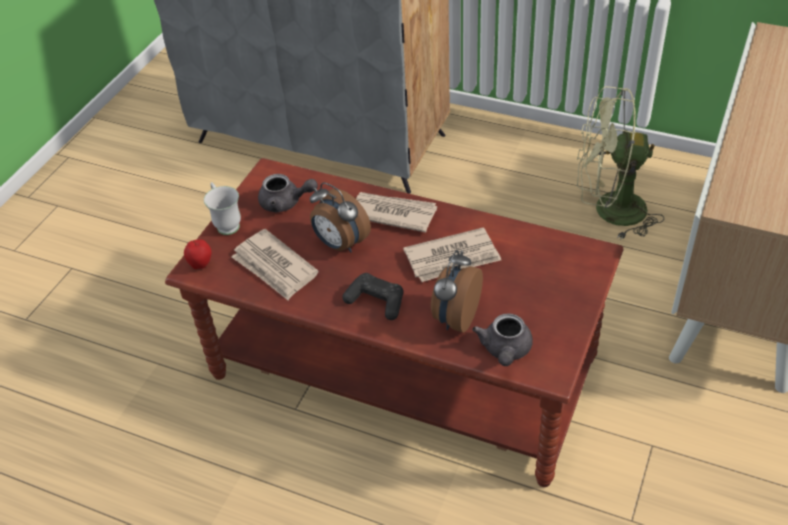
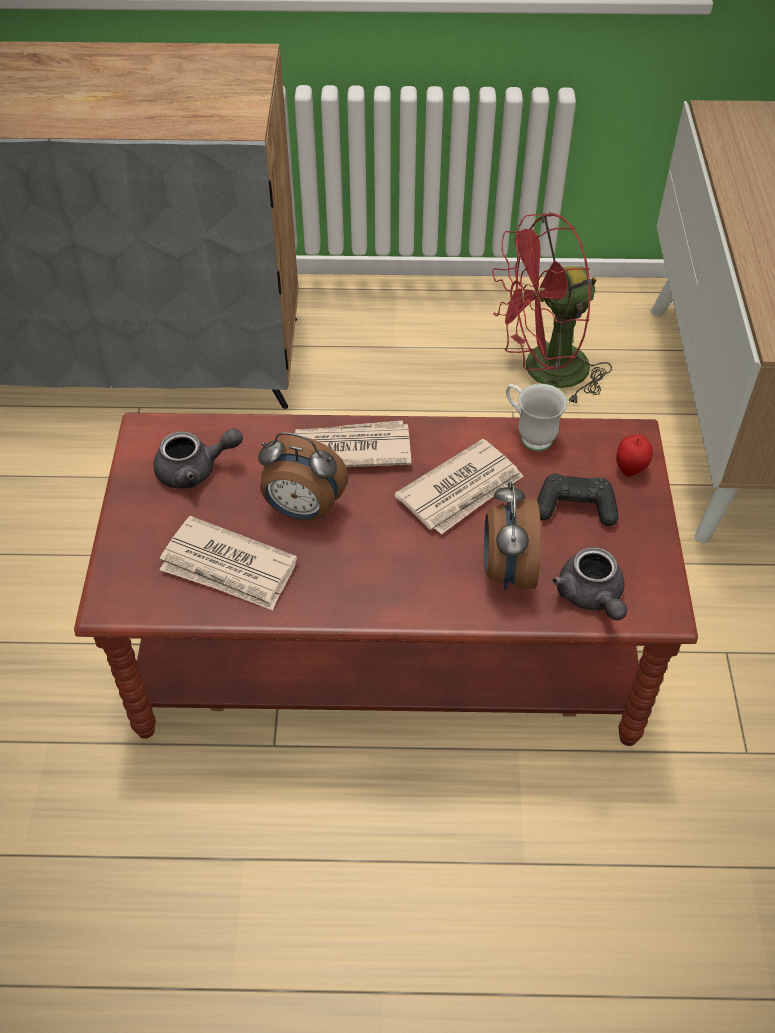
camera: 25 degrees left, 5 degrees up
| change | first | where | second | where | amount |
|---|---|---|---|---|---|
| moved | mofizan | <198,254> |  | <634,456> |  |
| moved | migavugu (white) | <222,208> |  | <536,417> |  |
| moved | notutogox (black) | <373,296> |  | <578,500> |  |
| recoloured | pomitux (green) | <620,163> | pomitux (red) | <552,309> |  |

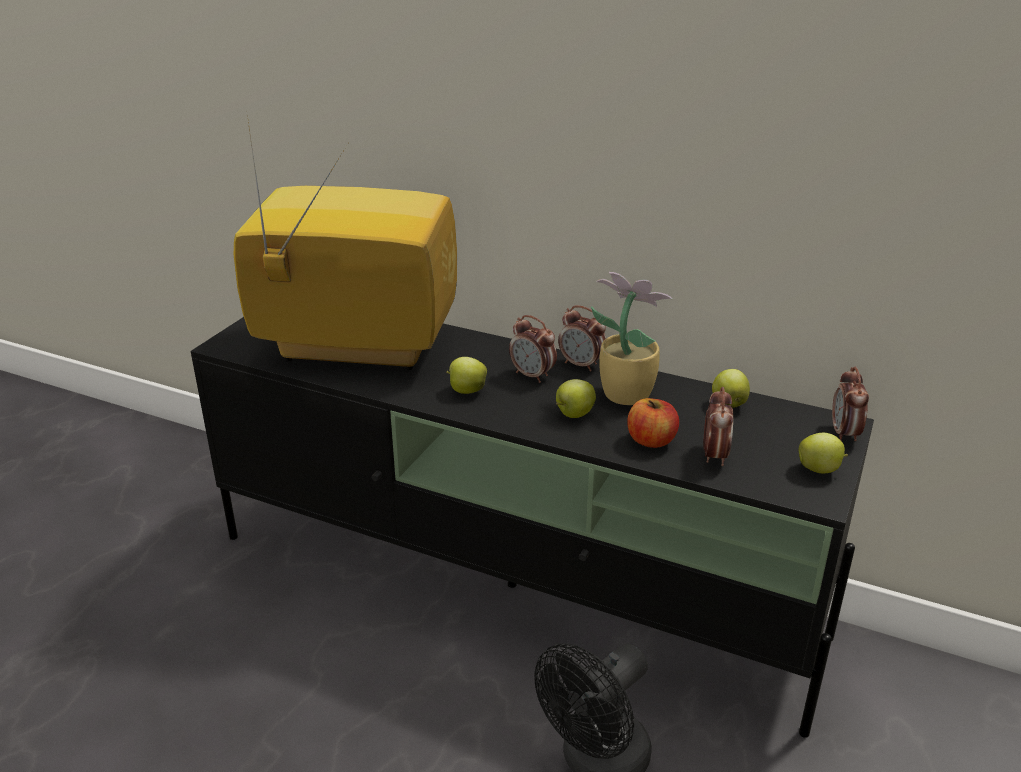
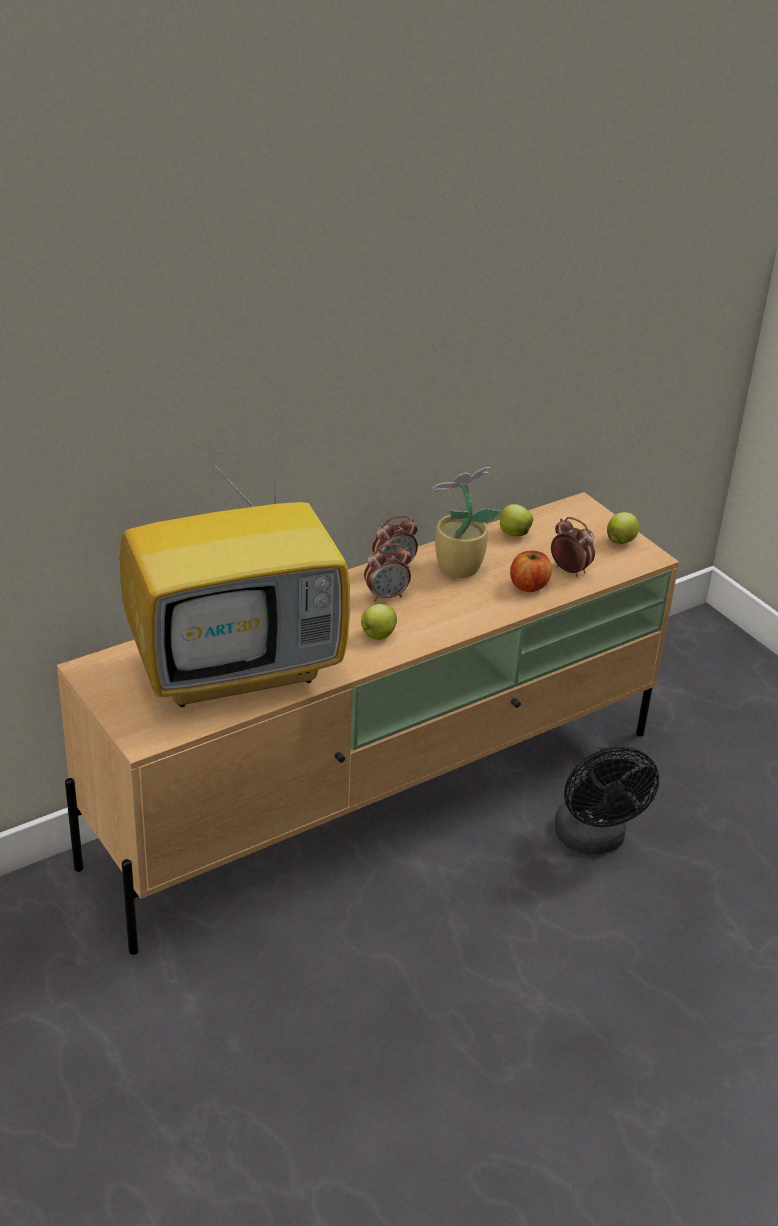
camera: 60 degrees left, 5 degrees up
| change | first | where | second | where | amount |
|---|---|---|---|---|---|
| recoloured | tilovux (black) | <532,527> | tilovux (beige) | <368,723> |  |
| turned | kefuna | <345,242> |  | <235,563> | 150 degrees counterclockwise |
| removed | mofizan | <576,398> |  |  |  |
| removed | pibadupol | <850,404> |  |  |  |

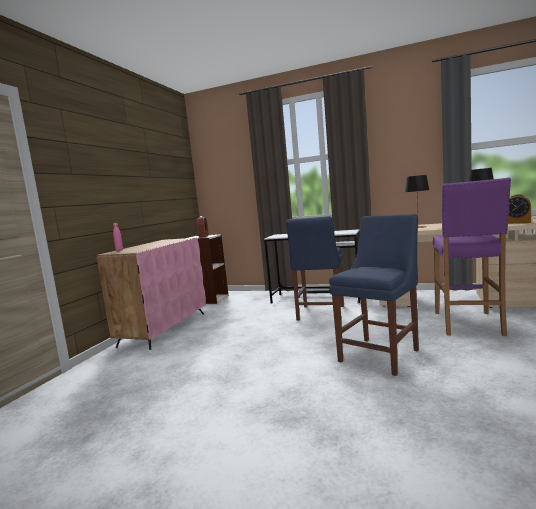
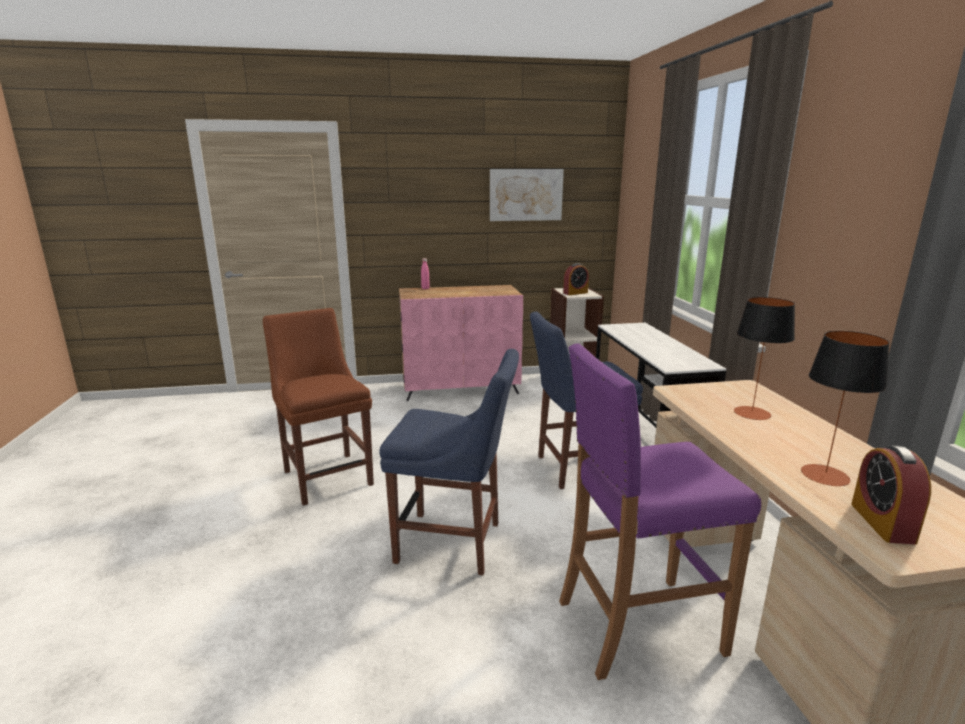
camera: 60 degrees right, 10 degrees up
| change | first | where | second | where | amount |
|---|---|---|---|---|---|
| added |  |  | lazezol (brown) | <318,407> |  |
| added |  |  | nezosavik | <527,195> |  |

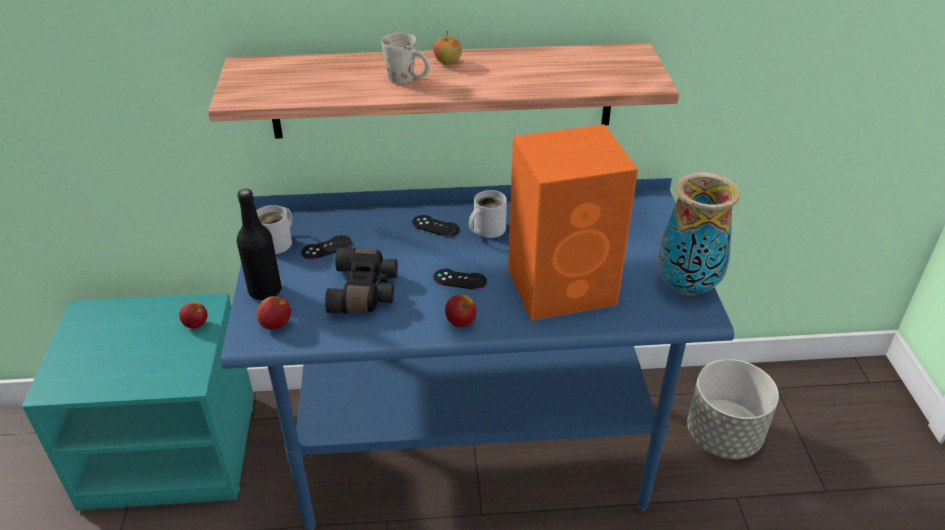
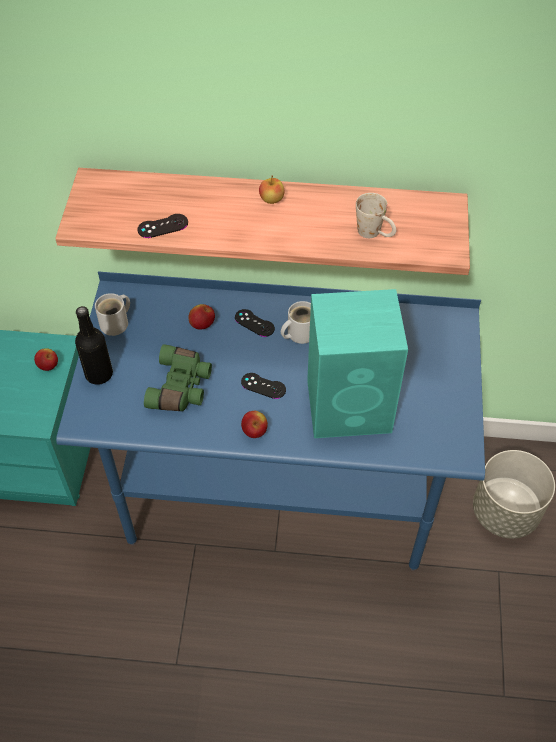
camera: 10 degrees right, 15 degrees up
| change | first | where | second | where | amount |
|---|---|---|---|---|---|
| moved | mofizan | <274,313> |  | <201,317> |  |
| moved | notutogox (black) | <326,247> |  | <162,226> |  |
| recoloured | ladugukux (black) | <361,281> | ladugukux (green) | <178,377> |  |
| moved | migavugu (white) | <405,58> |  | <376,215> |  |
| recoloured | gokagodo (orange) | <573,222> | gokagodo (turquoise) | <357,363> |  |
| removed | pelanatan | <698,234> |  |  |  |

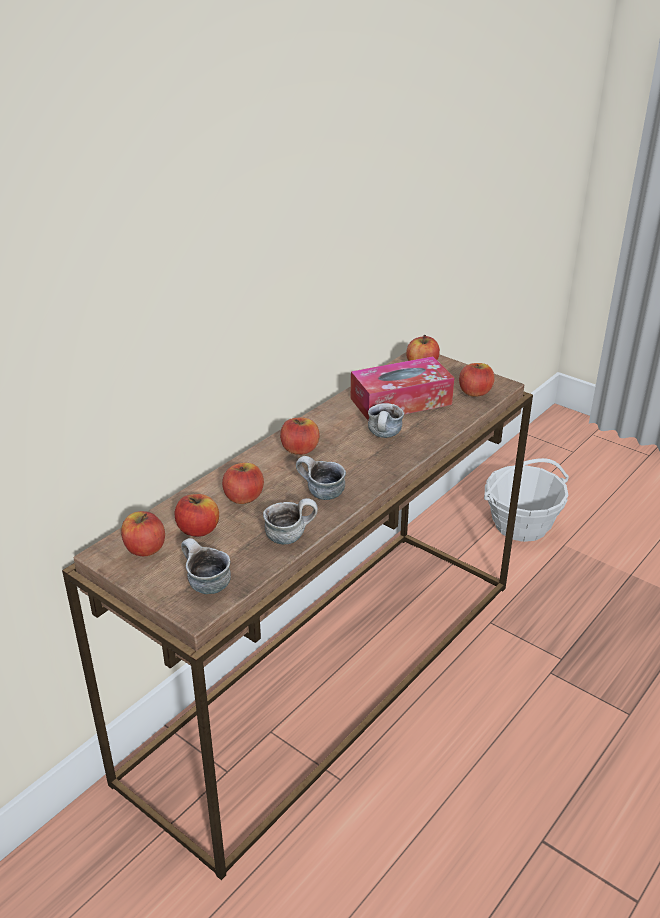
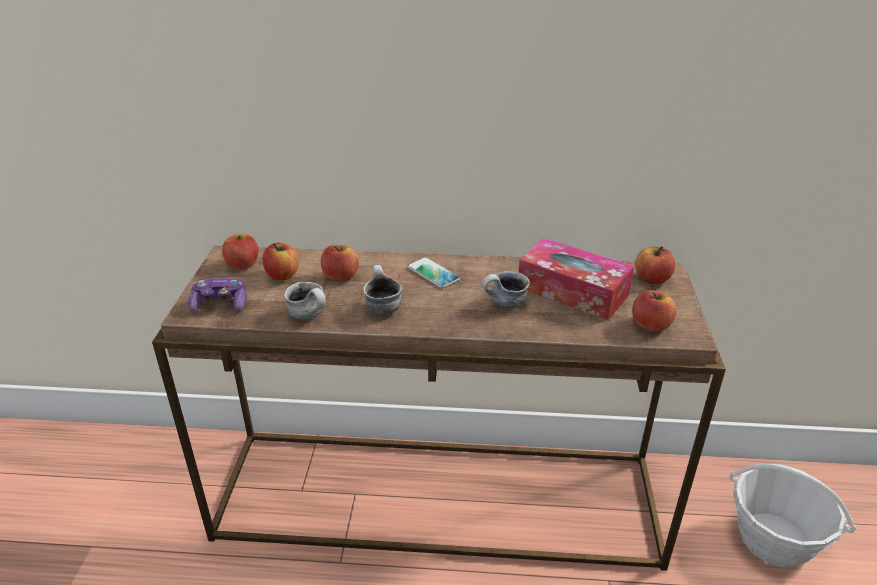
camera: 55 degrees right, 0 degrees up
| change | first | where | second | where | amount |
|---|---|---|---|---|---|
| replaced | migavugu | <206,566> | notutogox | <217,295> |  |
| replaced | mofizan | <299,436> | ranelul | <433,272> |  |

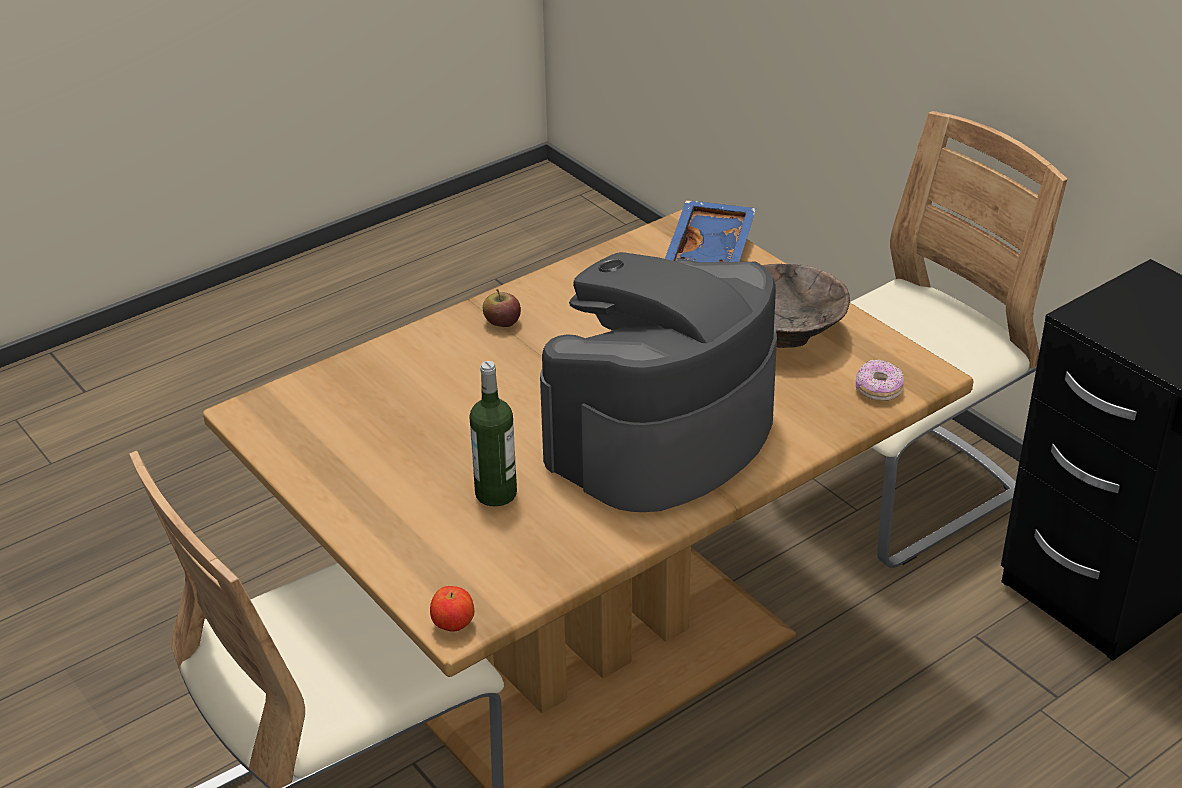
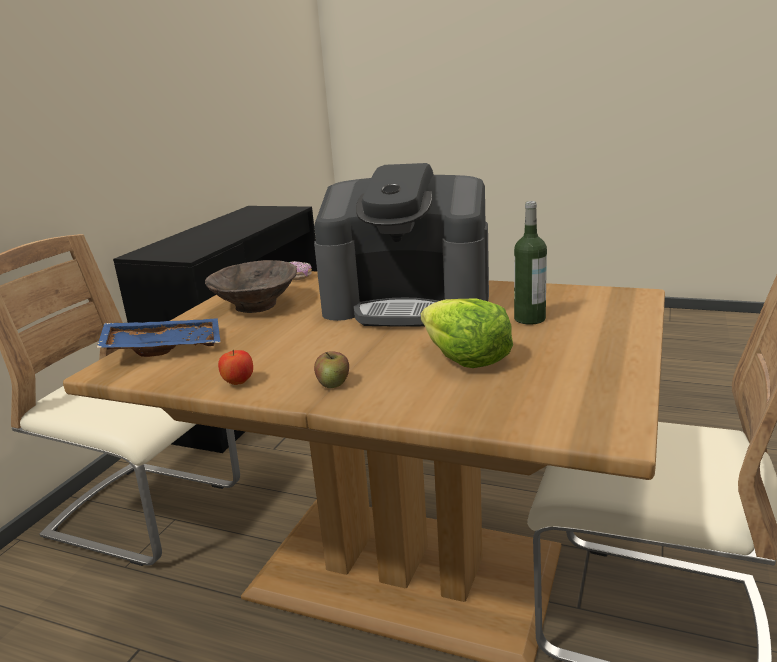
camera: 120 degrees left, 15 degrees down
| change | first | where | second | where | amount |
|---|---|---|---|---|---|
| moved | mofizan | <452,609> |  | <235,367> |  |
| added |  |  | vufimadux | <467,333> |  |

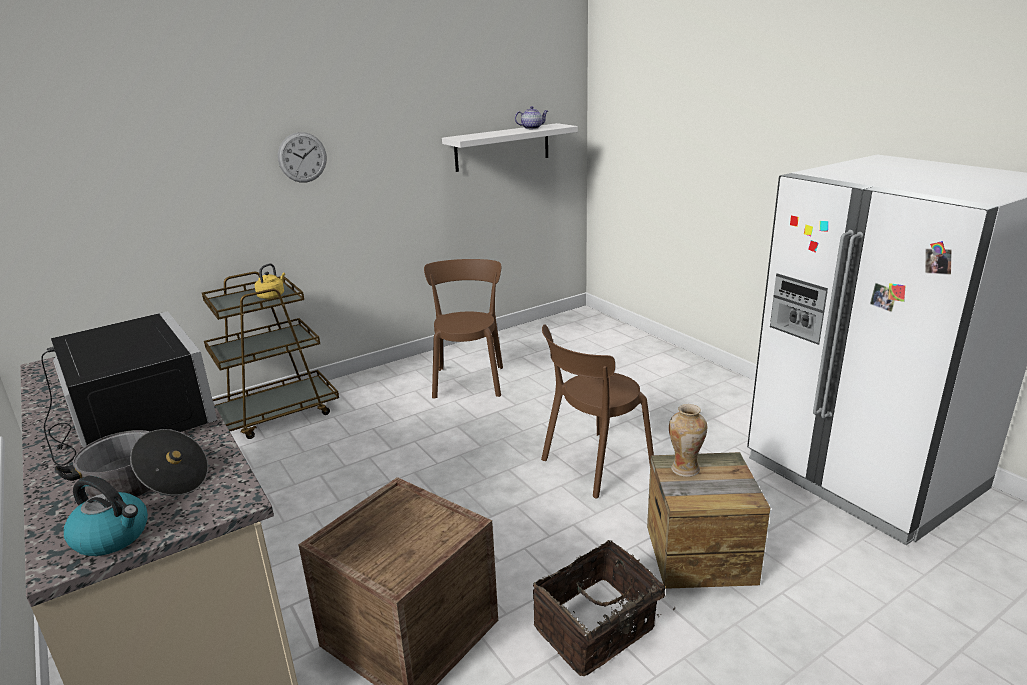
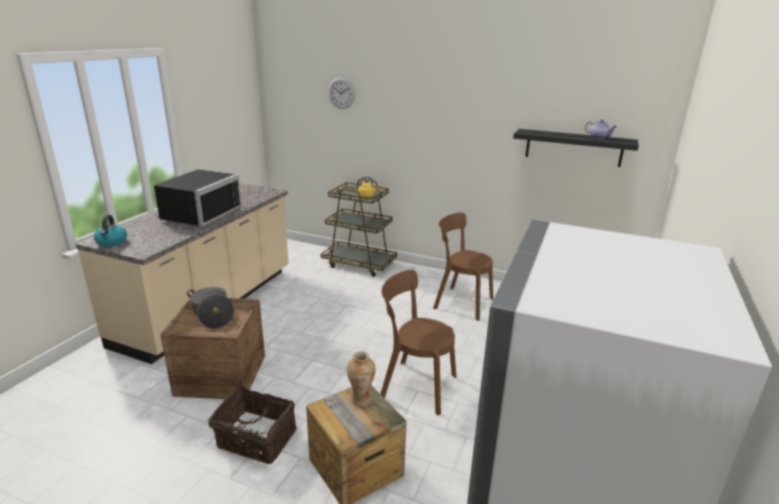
camera: 55 degrees right, 0 degrees up
| change | first | where | second | where | amount |
|---|---|---|---|---|---|
| moved | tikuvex | <131,463> |  | <210,308> |  |
| moved | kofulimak | <302,157> |  | <341,93> |  |
| turned | lazezol (brown) | <463,329> |  | <463,266> | 120 degrees counterclockwise |
| recoloured | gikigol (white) | <510,147> | gikigol (black) | <576,148> |  |

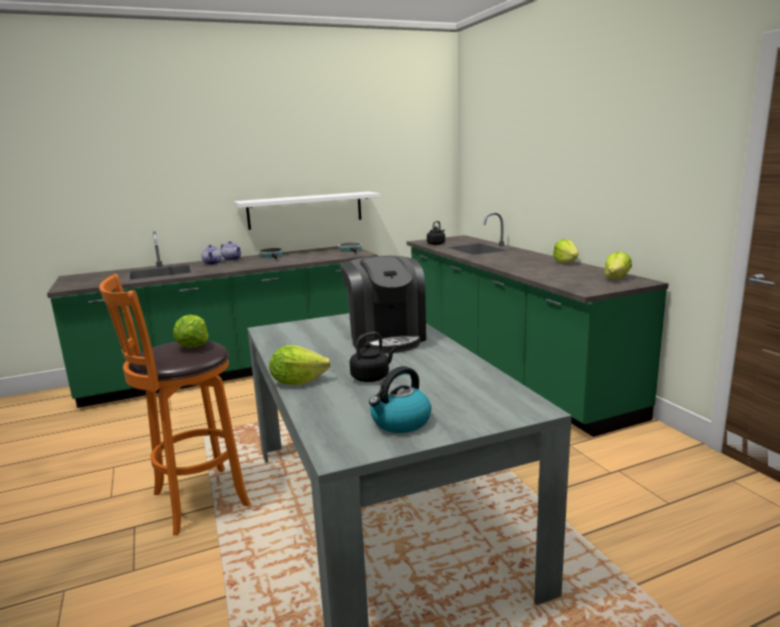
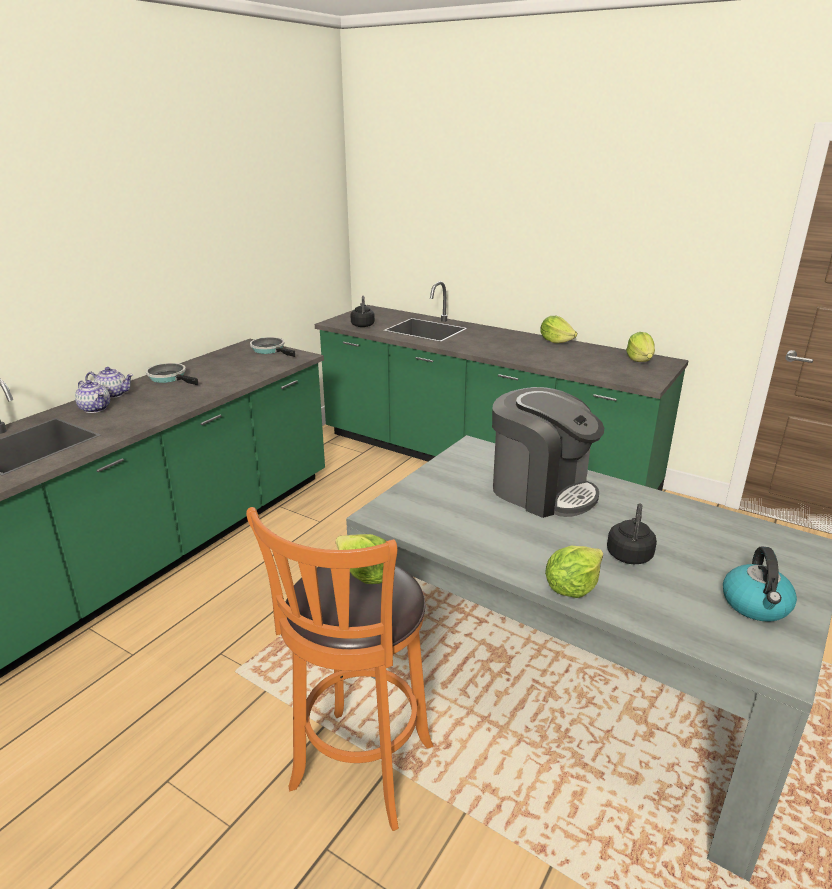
camera: 35 degrees left, 10 degrees up
| change | first | where | second | where | amount |
|---|---|---|---|---|---|
| removed | gikigol (white) | <307,211> |  |  |  |

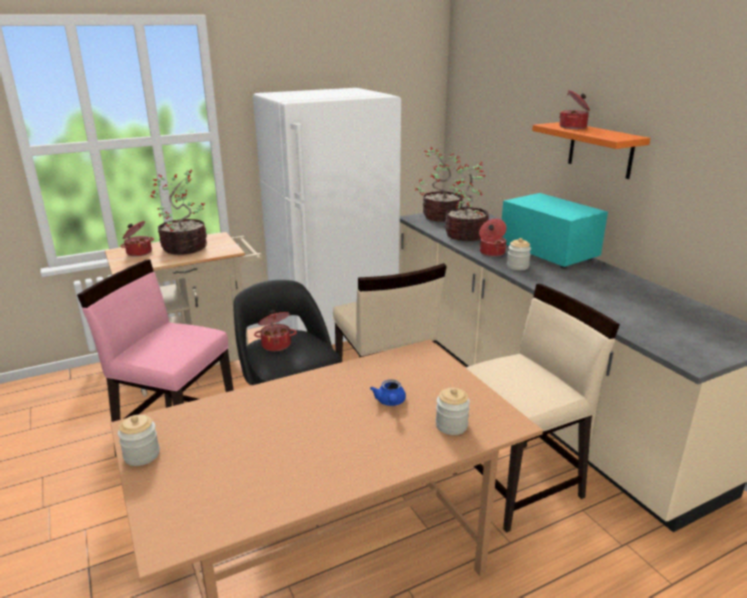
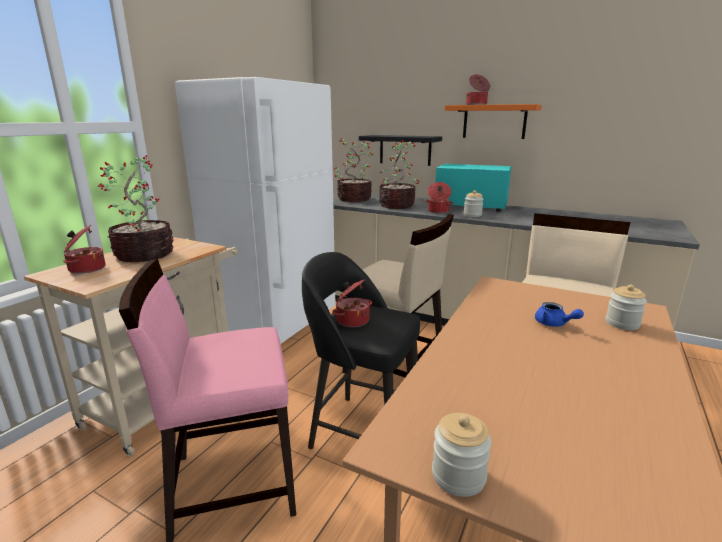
camera: 35 degrees left, 5 degrees down
| change | first | where | second | where | amount |
|---|---|---|---|---|---|
| added |  |  | gikigol (black) | <400,150> |  |

